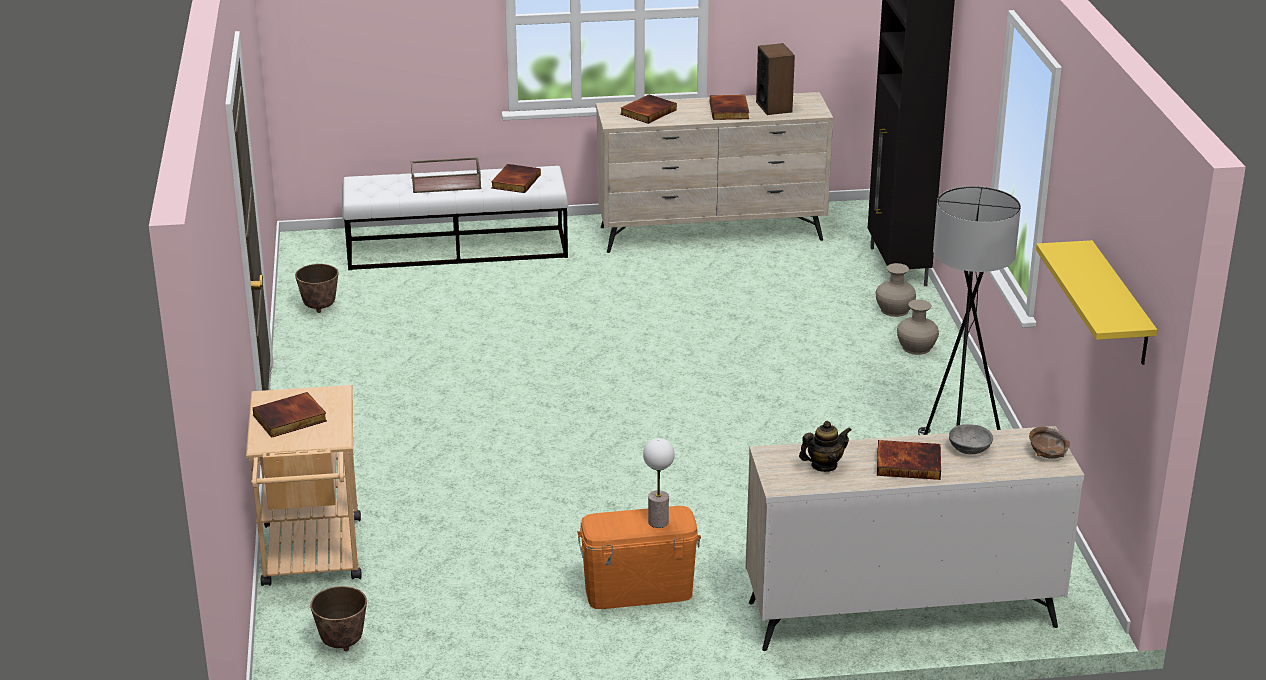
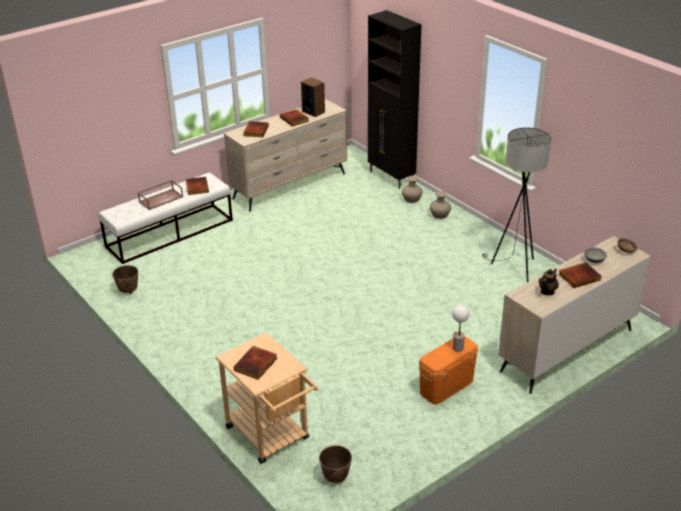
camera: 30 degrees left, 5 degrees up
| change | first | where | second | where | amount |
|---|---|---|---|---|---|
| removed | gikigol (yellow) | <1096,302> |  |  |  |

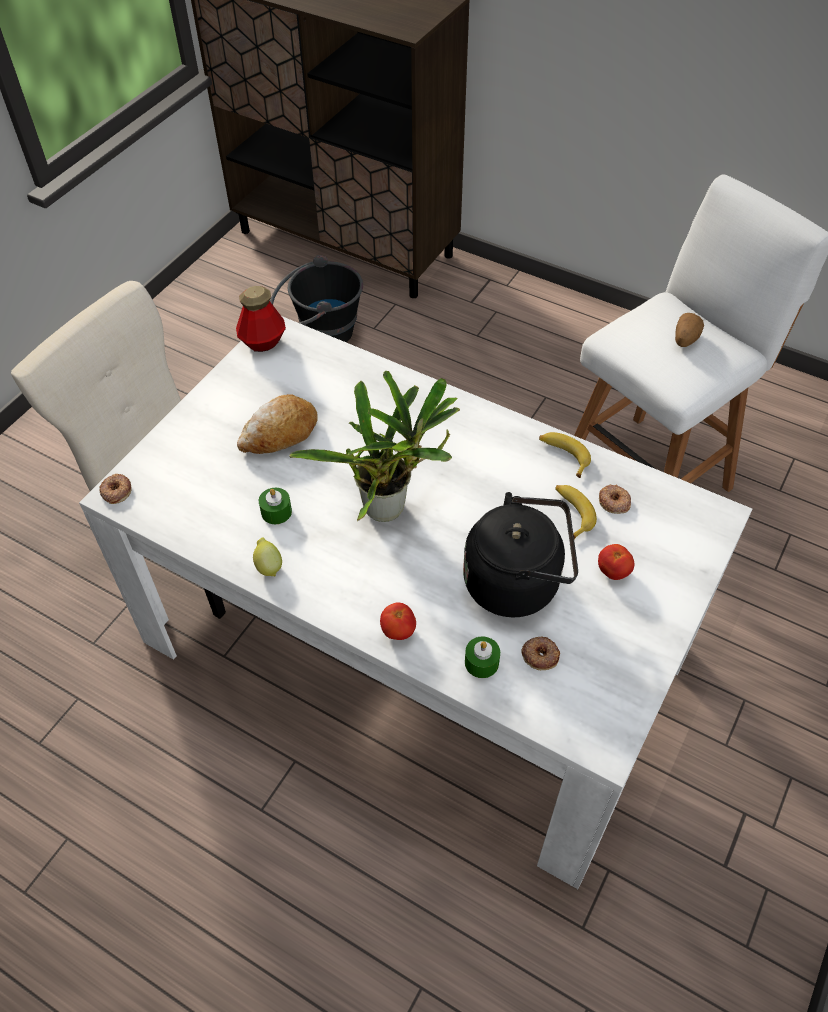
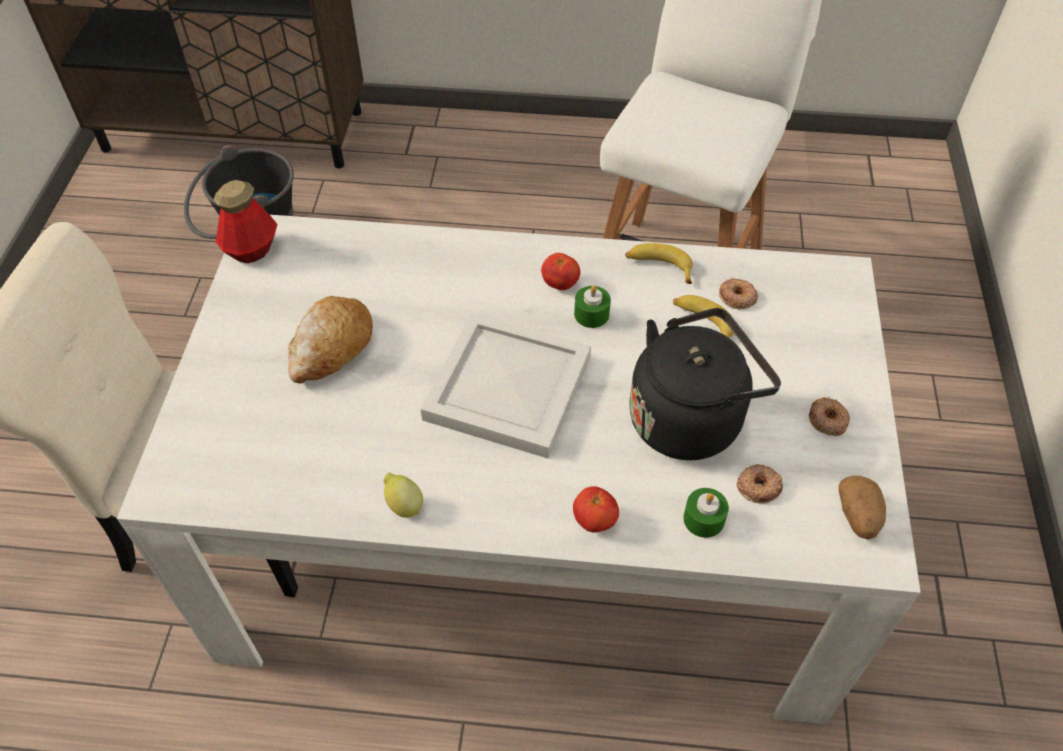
camera: 25 degrees left, 0 degrees up
| change | first | where | second | where | amount |
|---|---|---|---|---|---|
| moved | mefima | <116,489> |  | <829,416> |  |
| moved | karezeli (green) | <275,506> |  | <592,306> |  |
| replaced | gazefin | <374,446> | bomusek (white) | <506,386> |  |
| moved | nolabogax | <616,562> |  | <560,271> |  |
| moved | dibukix | <689,330> |  | <862,507> |  |

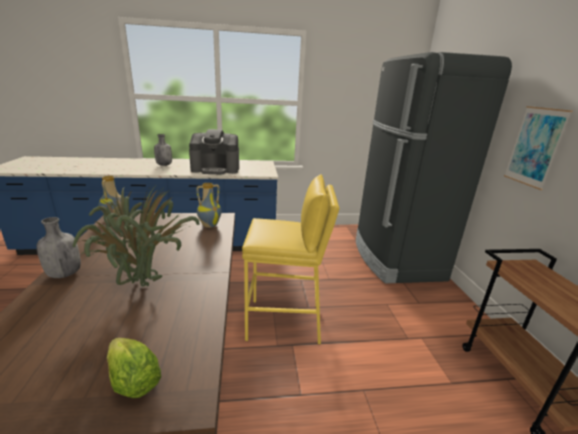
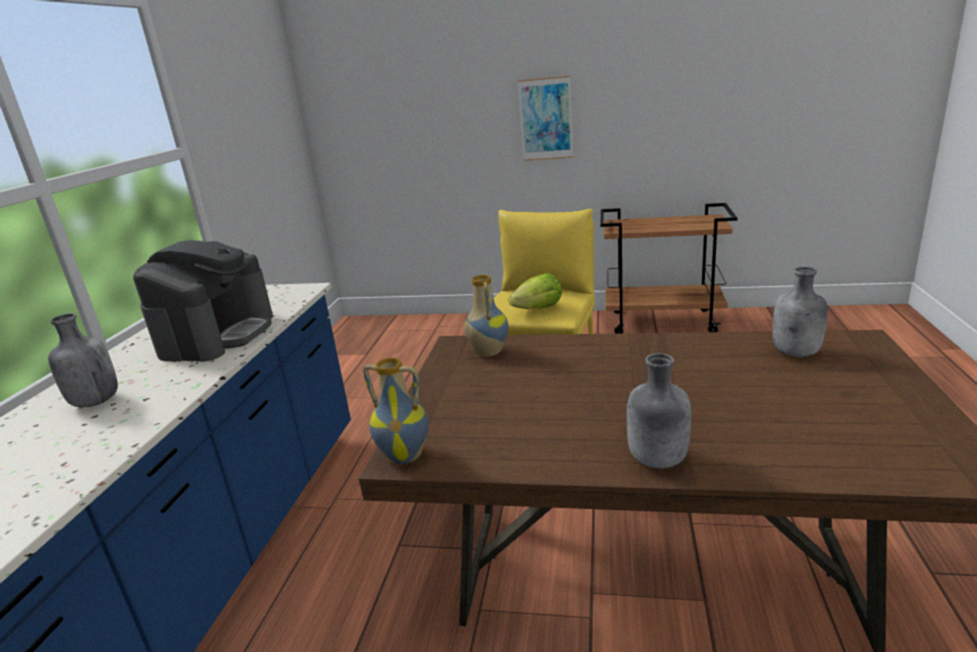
camera: 70 degrees left, 0 degrees up
| change | first | where | second | where | amount |
|---|---|---|---|---|---|
| removed | gazefin | <136,236> |  |  |  |
| moved | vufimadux | <134,368> |  | <535,291> |  |
| removed | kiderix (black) | <434,168> |  |  |  |
| added |  |  | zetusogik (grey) | <800,312> |  |

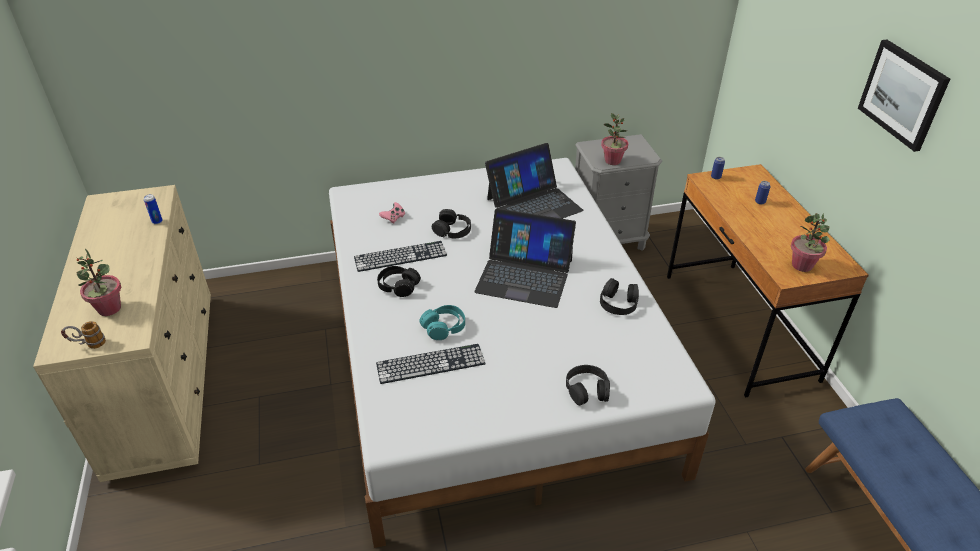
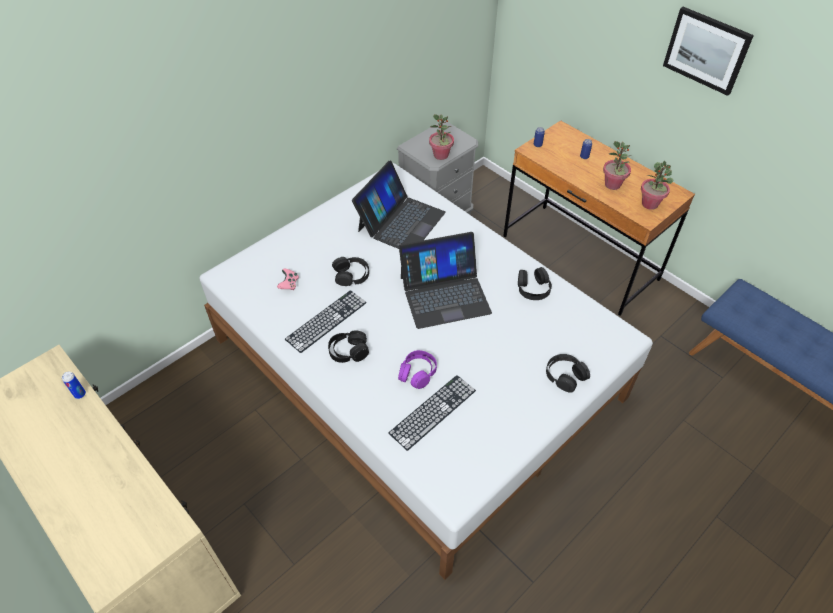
camera: 30 degrees left, 10 degrees up
| change | first | where | second | where | amount |
|---|---|---|---|---|---|
| removed | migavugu | <83,335> |  |  |  |
| moved | gazefin | <99,282> |  | <617,165> |  |
| recoloured | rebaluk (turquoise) | <442,322> | rebaluk (purple) | <417,369> |  |

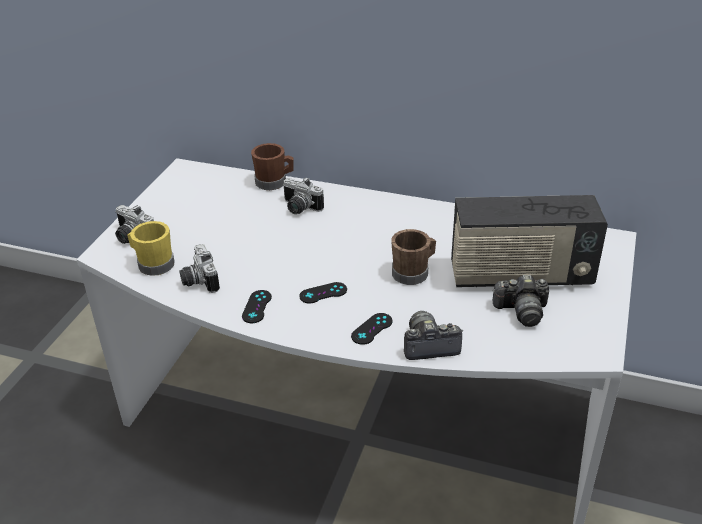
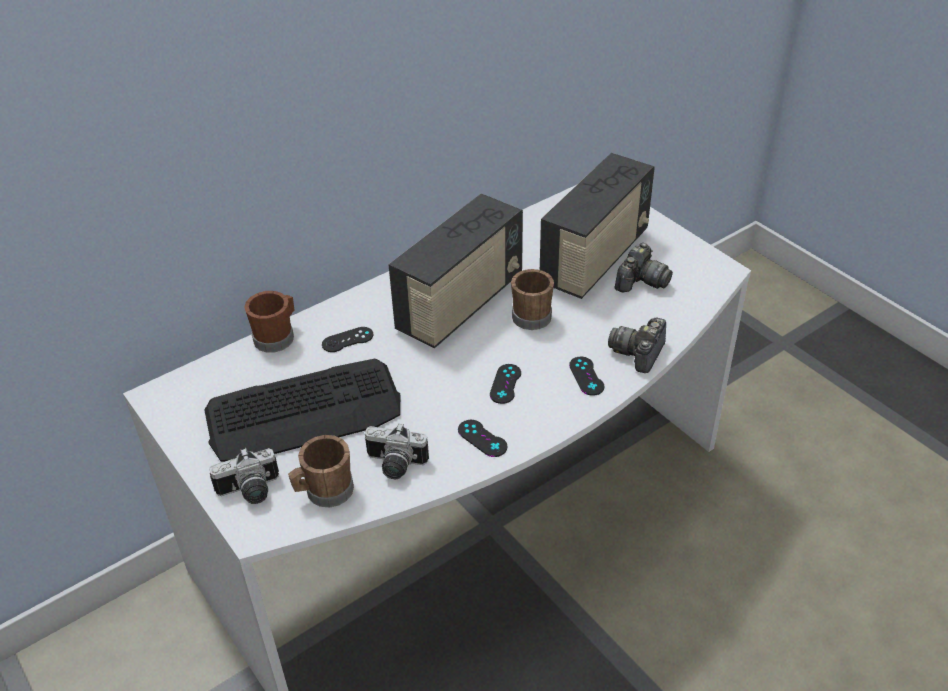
camera: 55 degrees left, 5 degrees up
| change | first | where | second | where | amount |
|---|---|---|---|---|---|
| recoloured | migavugu (yellow) | <151,248> | migavugu (brown) | <321,471> |  |
| replaced | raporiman | <303,195> | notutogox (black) | <347,339> |  |
| added |  |  | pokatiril | <302,410> |  |
| added |  |  | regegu | <455,271> |  |

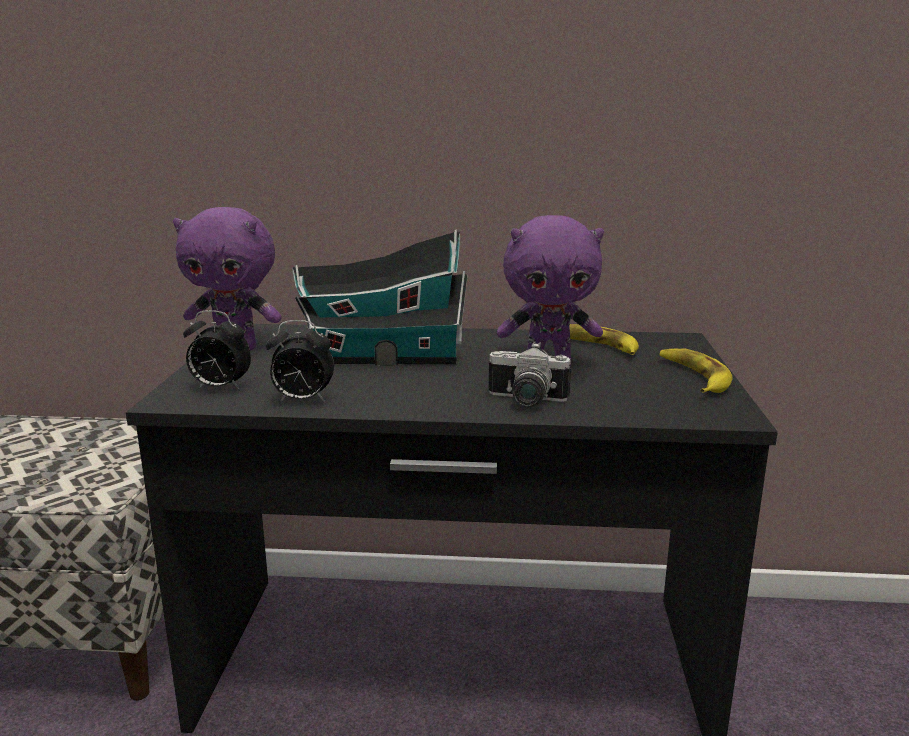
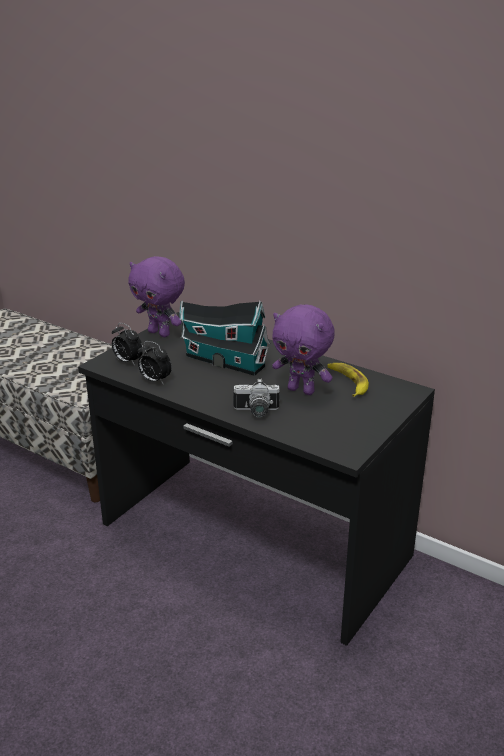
camera: 30 degrees right, 10 degrees up
| change | first | where | second | where | amount |
|---|---|---|---|---|---|
| turned | raporiman | <530,374> |  | <256,398> | 45 degrees counterclockwise |
| removed | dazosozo | <696,370> |  |  |  |

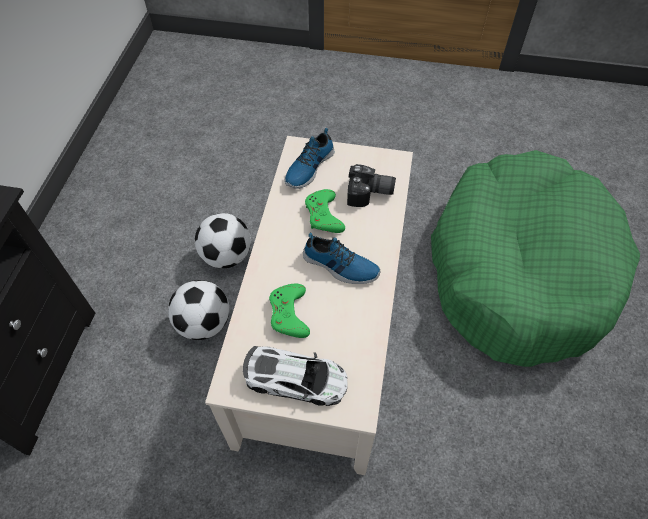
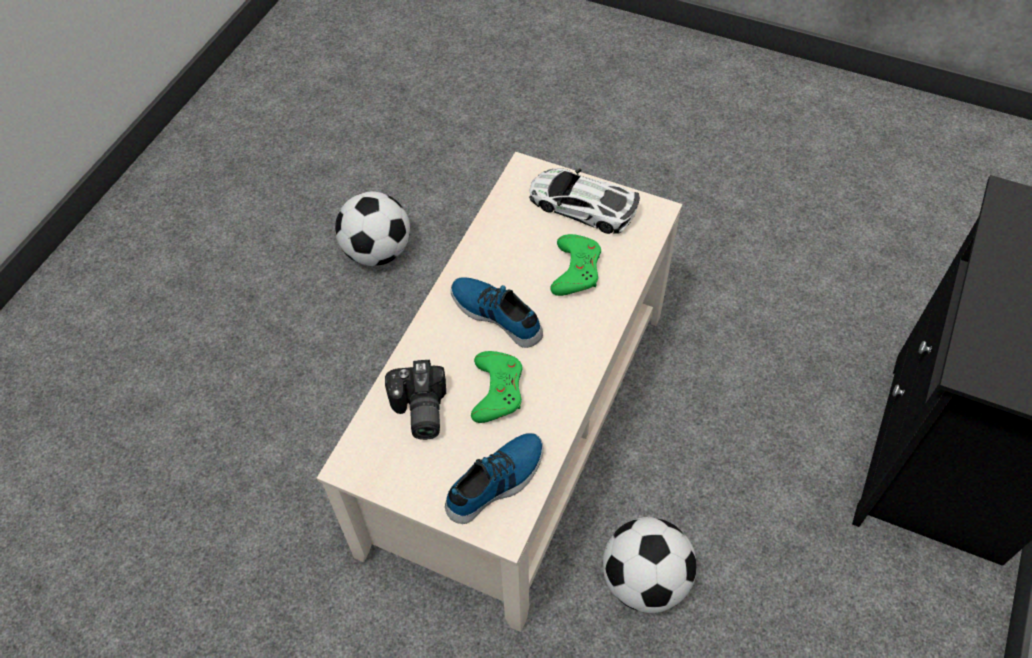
camera: 165 degrees left, 0 degrees up
| change | first | where | second | where | amount |
|---|---|---|---|---|---|
| moved | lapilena | <198,310> |  | <372,228> |  |
| turned | raporiman | <371,185> |  | <415,400> | 120 degrees counterclockwise |
| removed | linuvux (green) | <535,258> |  |  |  |

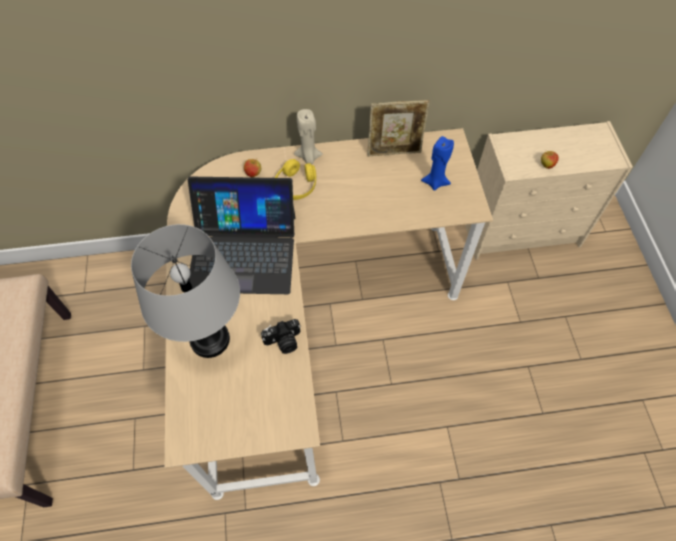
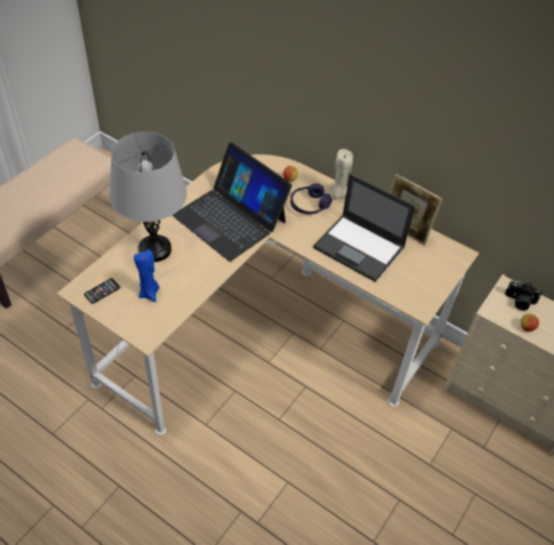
camera: 40 degrees right, 10 degrees down
| change | first | where | second | where | amount |
|---|---|---|---|---|---|
| moved | raporiman | <281,336> |  | <523,296> |  |
| recoloured | rebaluk (yellow) | <295,179> | rebaluk (purple) | <311,198> |  |
| moved | karezeli (blue) | <437,163> |  | <147,275> |  |
| added |  |  | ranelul | <102,291> |  |
| added |  |  | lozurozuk | <364,228> |  |

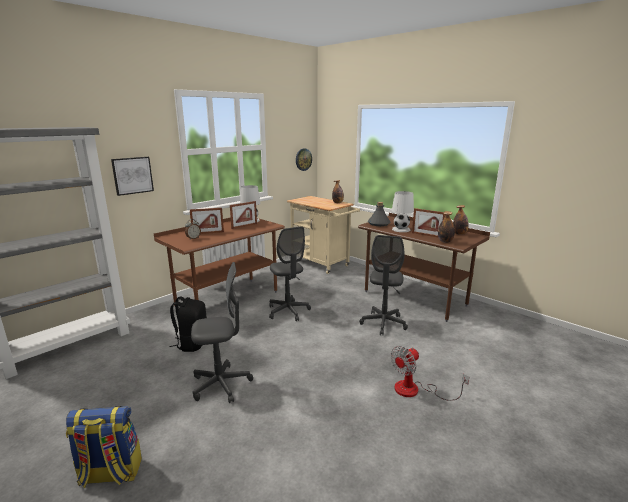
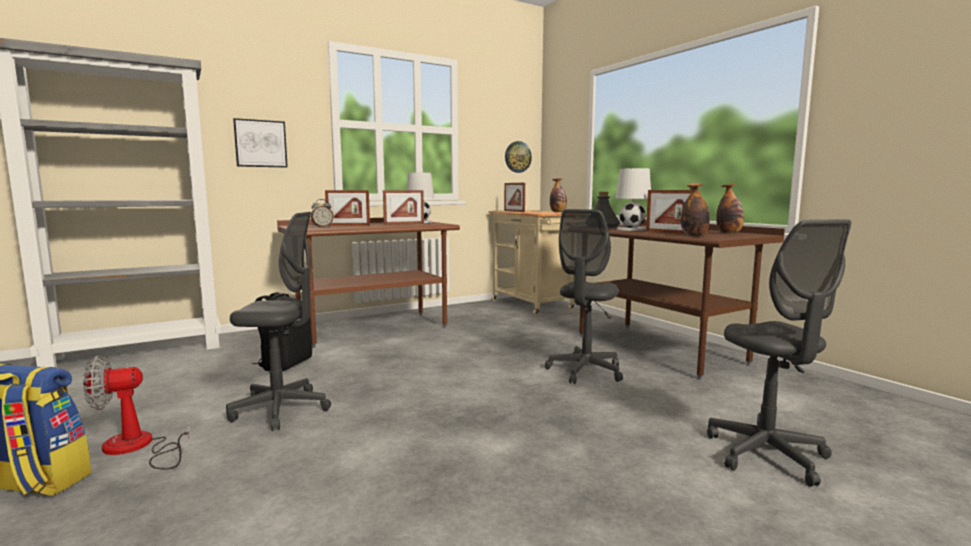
camera: 15 degrees right, 10 degrees down
| change | first | where | second | where | amount |
|---|---|---|---|---|---|
| moved | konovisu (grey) | <290,273> |  | <779,353> |  |
| moved | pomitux | <429,373> |  | <136,413> |  |
| added |  |  | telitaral | <514,197> |  |

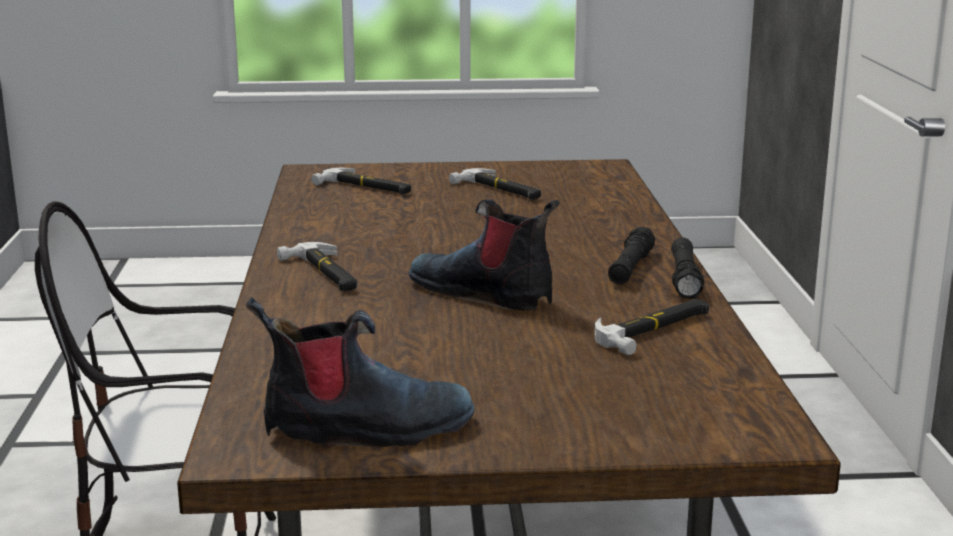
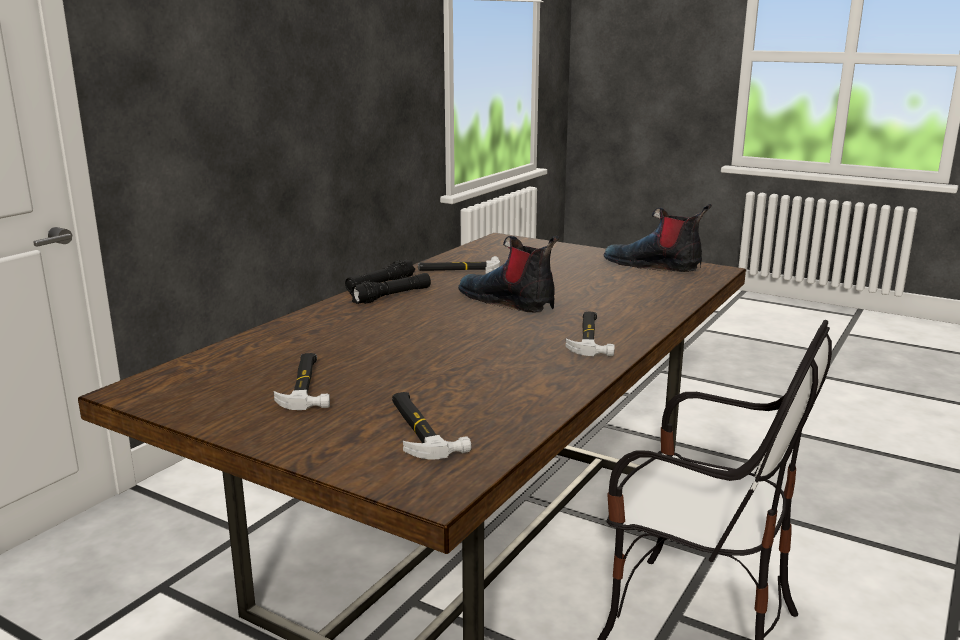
camera: 145 degrees left, 0 degrees up
| change | first | where | second | where | amount |
|---|---|---|---|---|---|
| turned | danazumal | <484,254> |  | <508,274> | 150 degrees clockwise |

